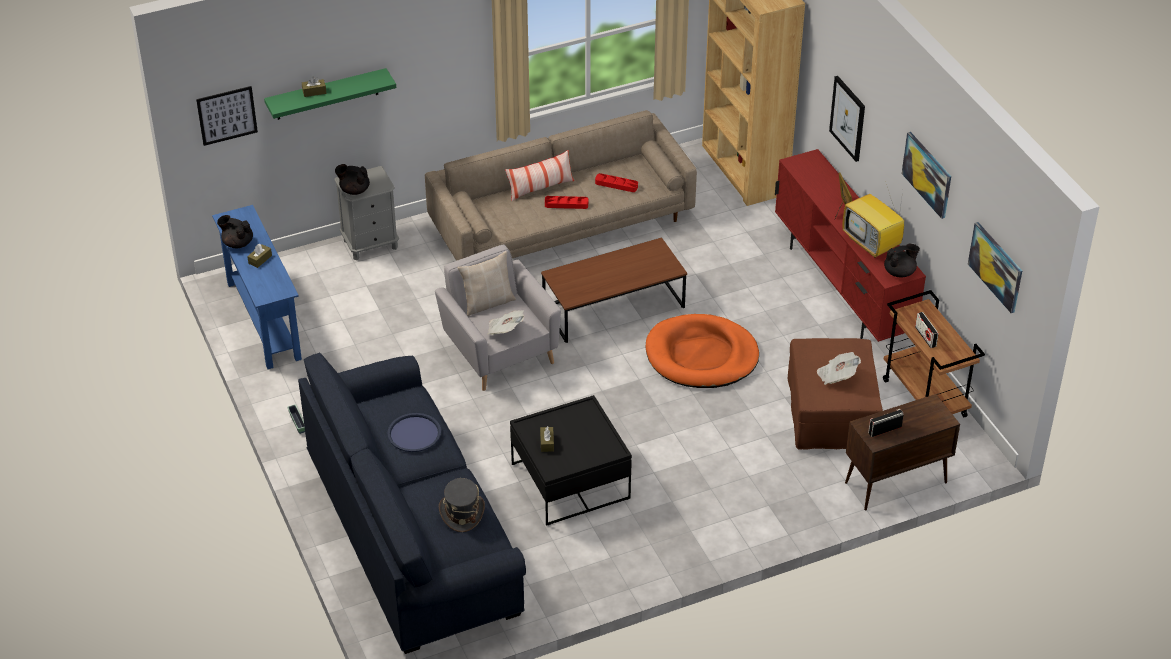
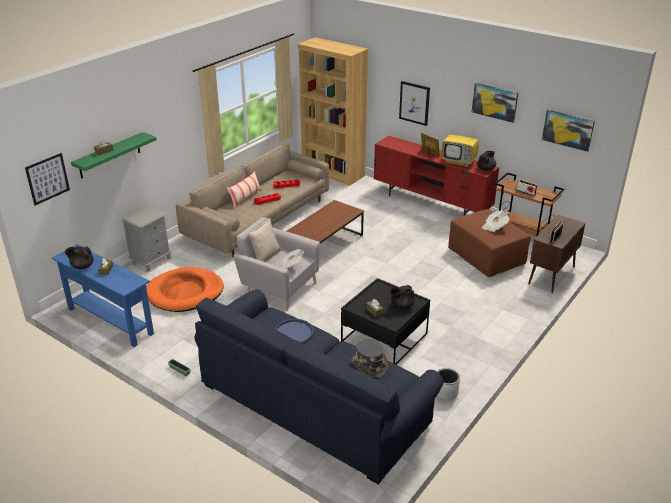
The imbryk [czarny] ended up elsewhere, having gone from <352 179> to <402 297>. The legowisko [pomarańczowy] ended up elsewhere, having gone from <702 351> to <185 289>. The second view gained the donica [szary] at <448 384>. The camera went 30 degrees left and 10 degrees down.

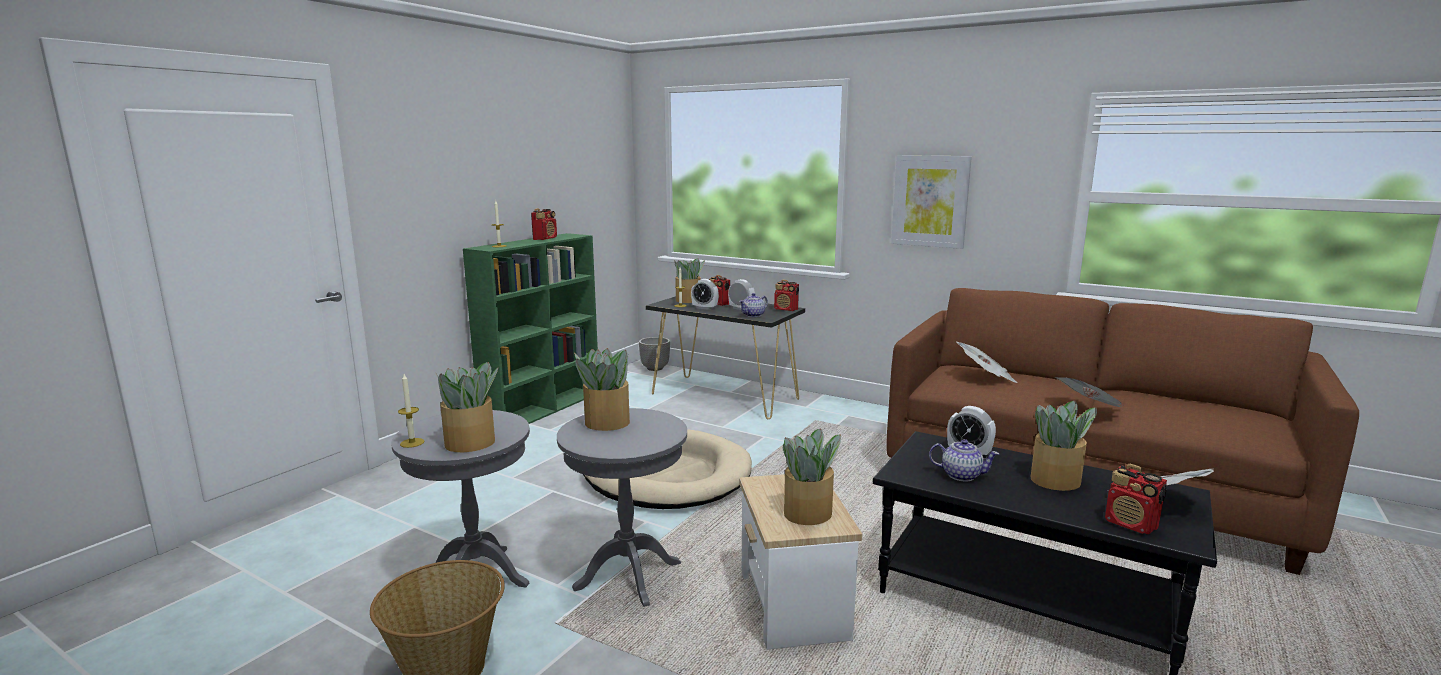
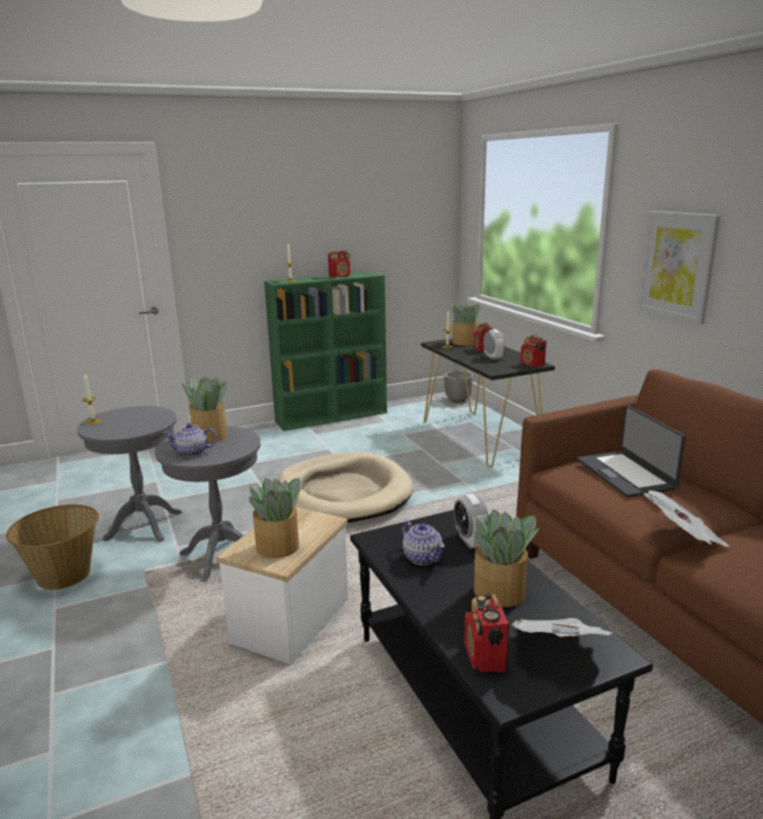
The second view lost the roślina doniczkowa at <466 407>. The second view lost the budzik at <705 294>. The imbryk ended up elsewhere, having gone from <753 305> to <190 440>. Where the gazeta stood at <986 362>, the laptop came to stand at <631 451>. The camera went 35 degrees right and 5 degrees up.

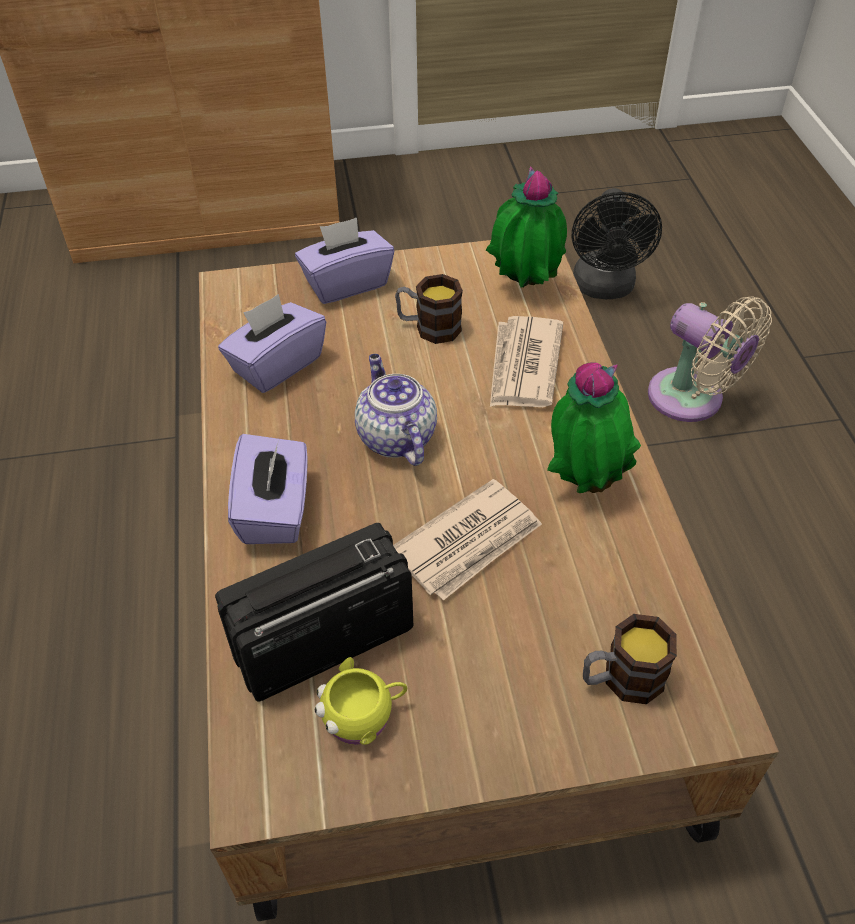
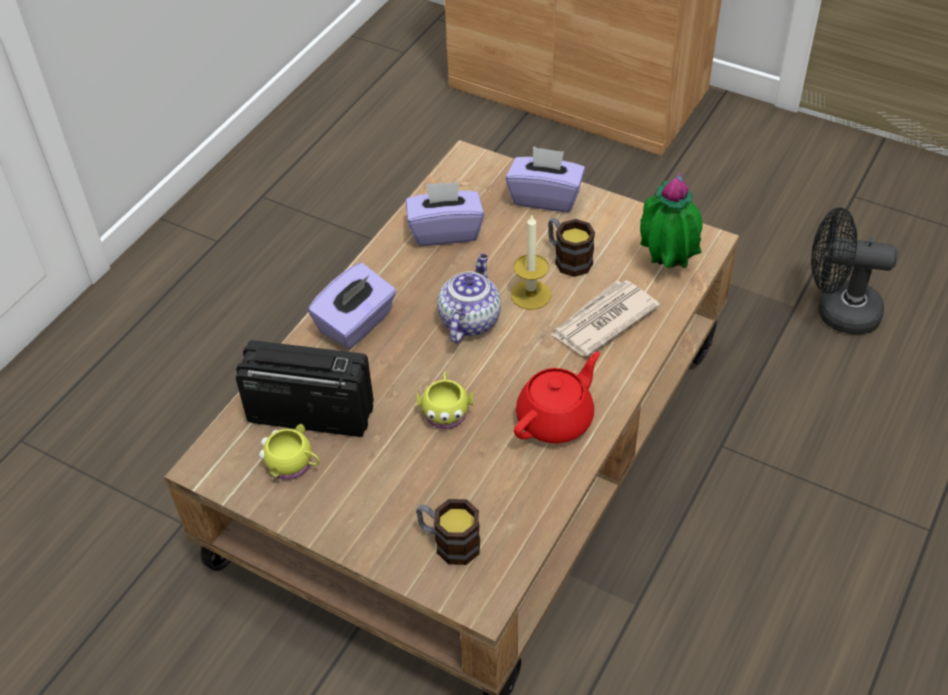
Where the gazeta stood at <467 540>, the kubek [żółty] came to stand at <445 400>. Where the roślina doniczkowa stood at <594 427>, the imbryk [czerwony] came to stand at <557 397>. The wentylator [czarny] at <617 243> ended up facing another way, 60 degrees clockwise from before. The second view lost the wentylator [beżowy] at <710 359>. The second view gained the świeca at <531 262>. The camera went 40 degrees right and 0 degrees up.

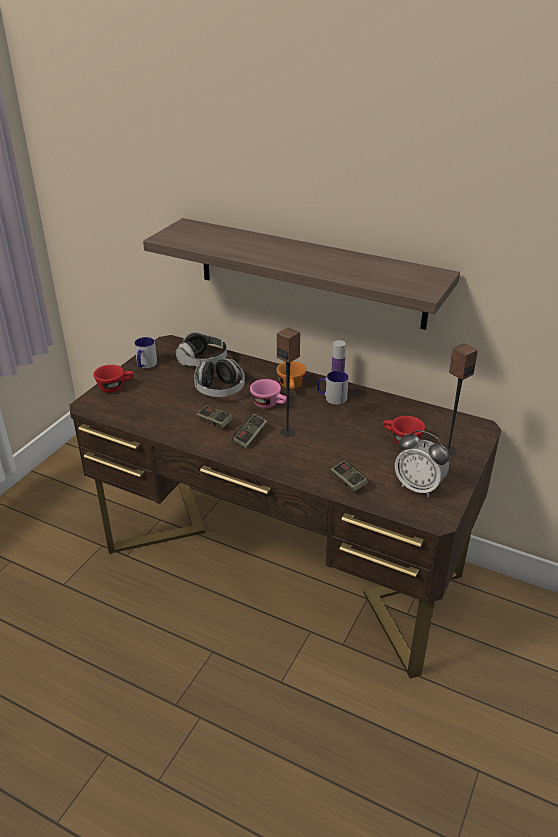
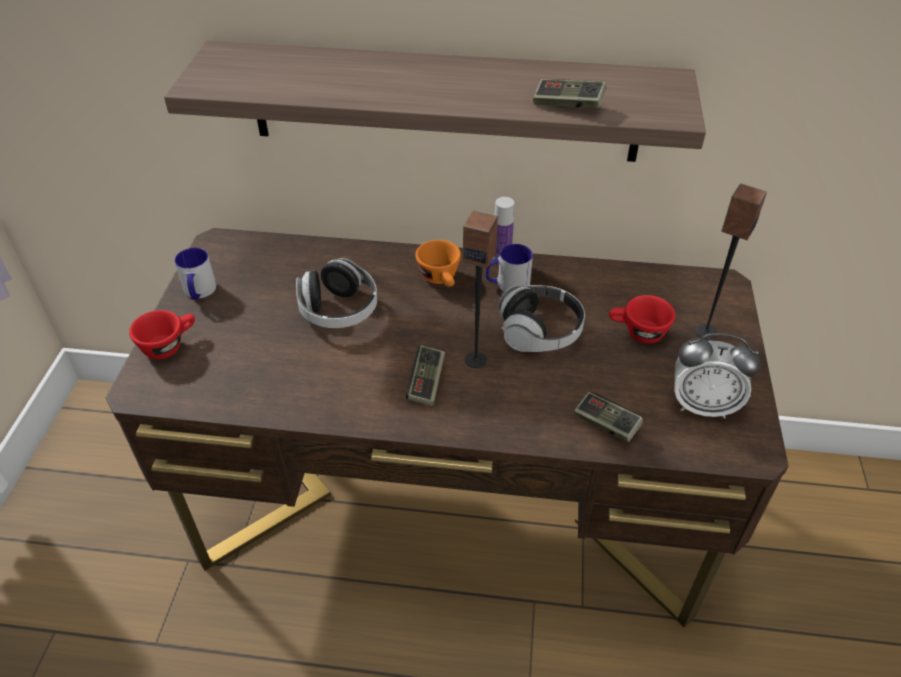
The słuchawki ended up elsewhere, having gone from <201 349> to <541 318>. The pad do gier ended up elsewhere, having gone from <215 416> to <569 93>. The second view lost the filiżanka [różowy] at <268 393>. The camera went 20 degrees left and 10 degrees up.

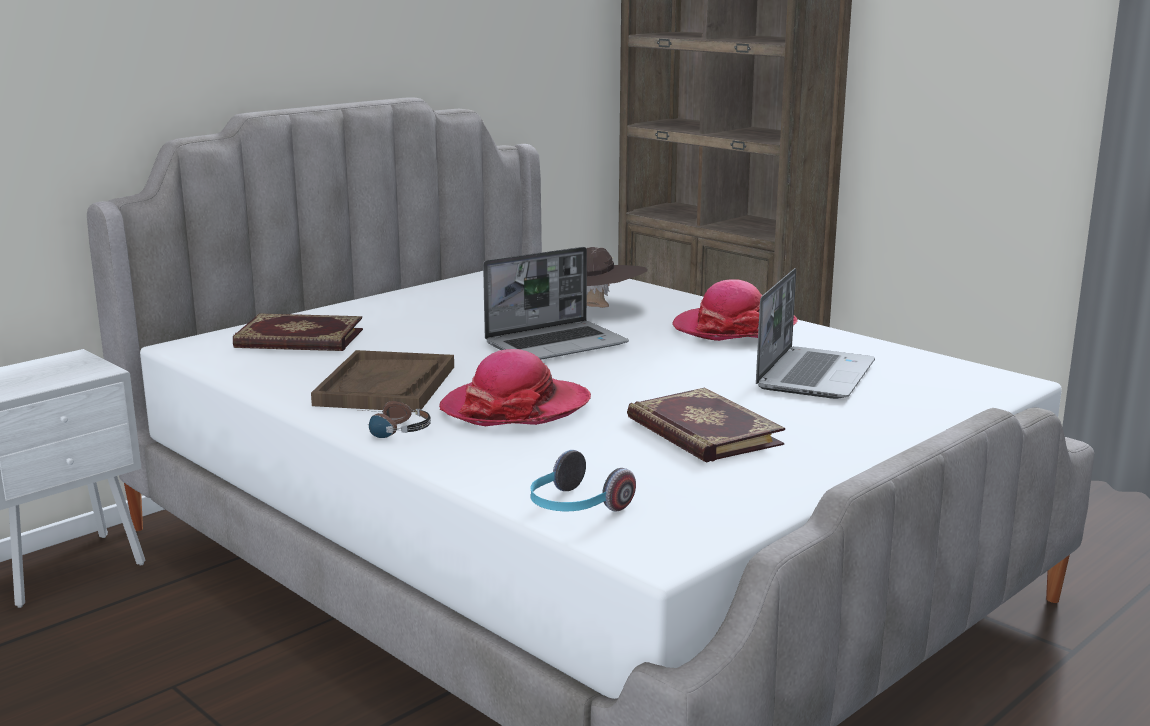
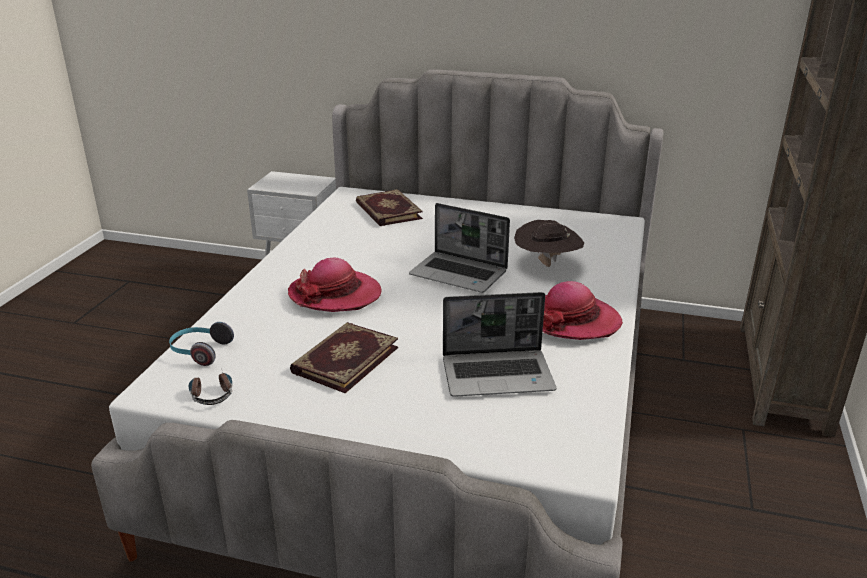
The second view lost the taca [brązowy] at <382 381>. The słuchawki ended up elsewhere, having gone from <398 419> to <210 388>. The camera went 60 degrees right and 10 degrees up.

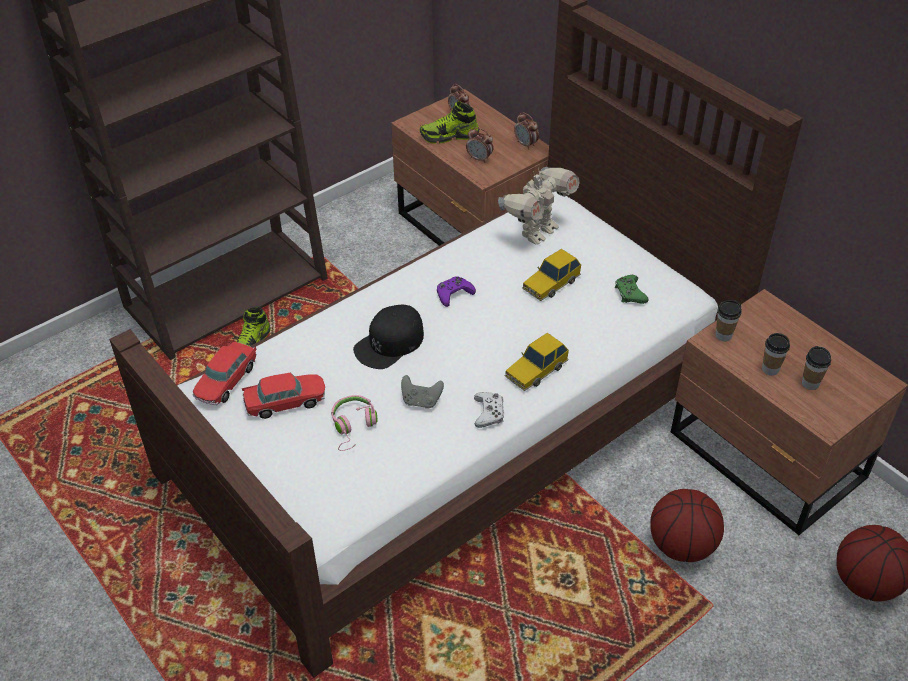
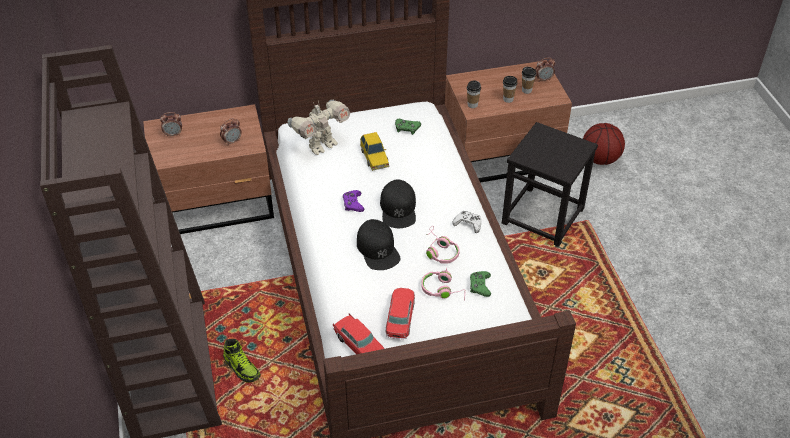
Where the pad do gier [szary] stood at <422 392>, the słuchawki [różowy] came to stand at <443 245>. The second view lost the but at <449 122>. The robot zabawkowy at <539 205> ended up facing another way, 75 degrees clockwise from before. The second view lost the samochodzik at <537 362>. The budzik ended up elsewhere, having gone from <526 131> to <545 69>. Where the piłka do koszykówki stood at <687 525>, the stołek [czarny] came to stand at <550 184>. The second view gained the czapka z daszkiem [czarny] at <398 203>. The second view gained the pad do gier [zielony] at <480 284>. The camera went 65 degrees left and 0 degrees up.

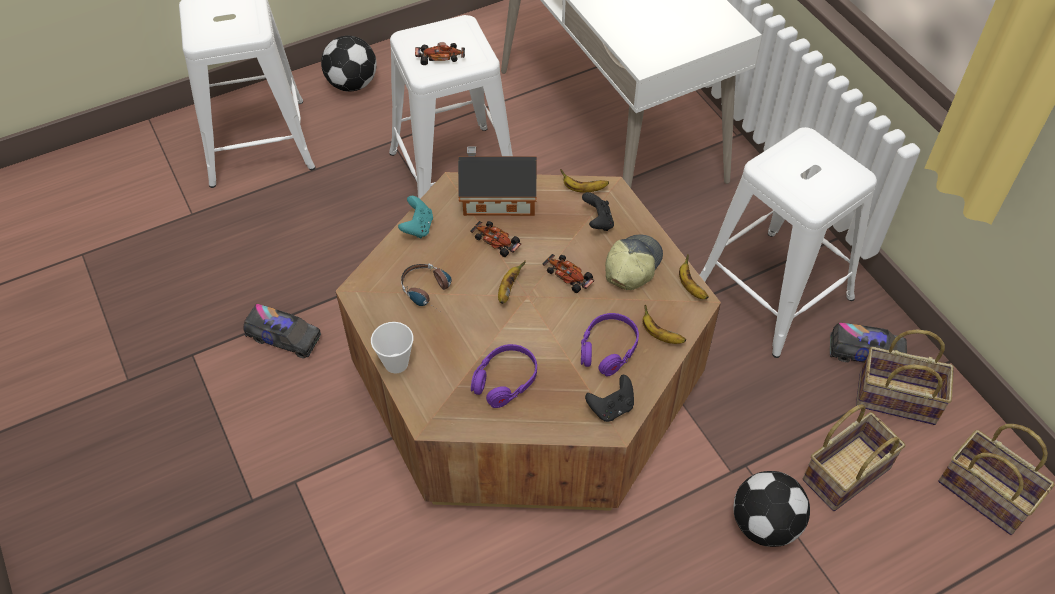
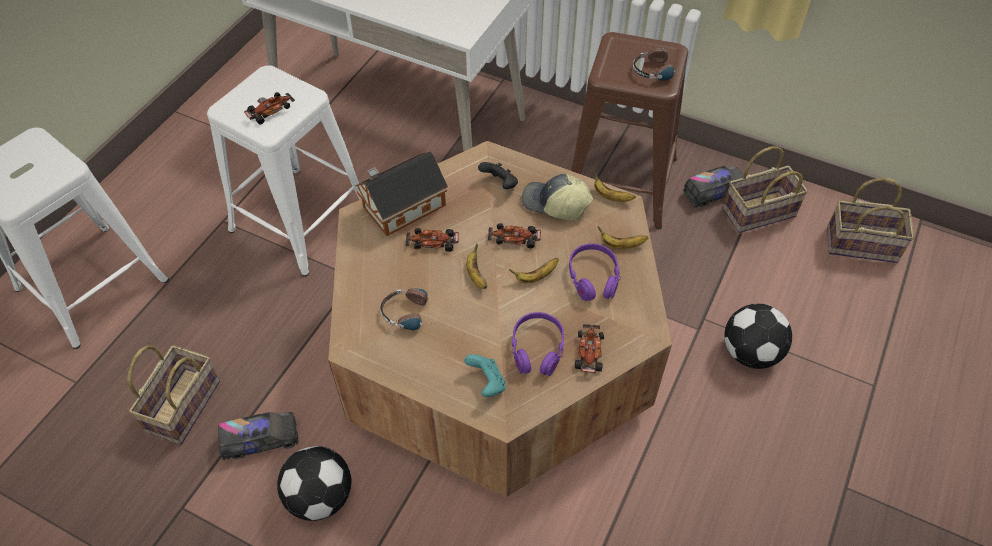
The piłka futbolowa ended up elsewhere, having gone from <349 63> to <314 483>. The second view lost the filiżanka at <392 347>. The pad do gier [turkusowy] ended up elsewhere, having gone from <415 217> to <485 375>. The banan ended up elsewhere, having gone from <584 181> to <534 271>. The second view lost the pad do gier [czarny] at <609 398>. The czapka z daszkiem at <634 262> ended up facing another way, 60 degrees counterclockwise from before. What was the stołek [biały] at <788 242> turned into the stołek [brązowy] at <629 130>. The koszyk ended up elsewhere, having gone from <854 457> to <173 395>. The second view gained the samochodzik at <589 348>. The second view gained the słuchawki at <660 64>. The camera went 35 degrees left and 0 degrees up.

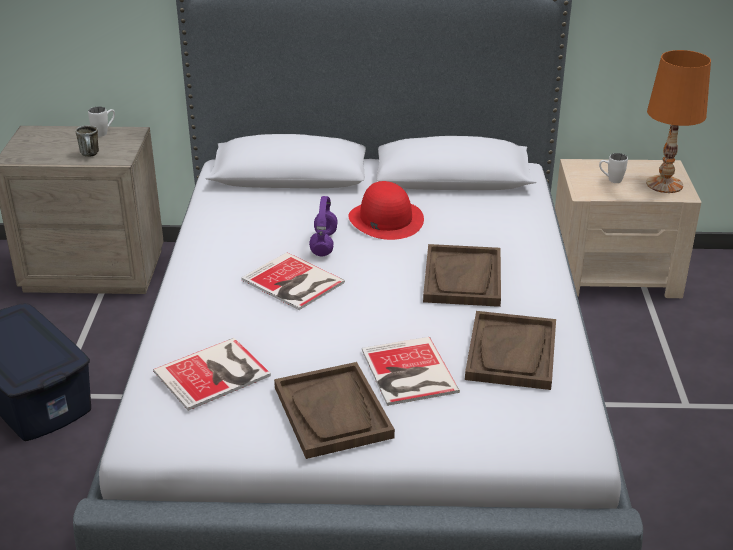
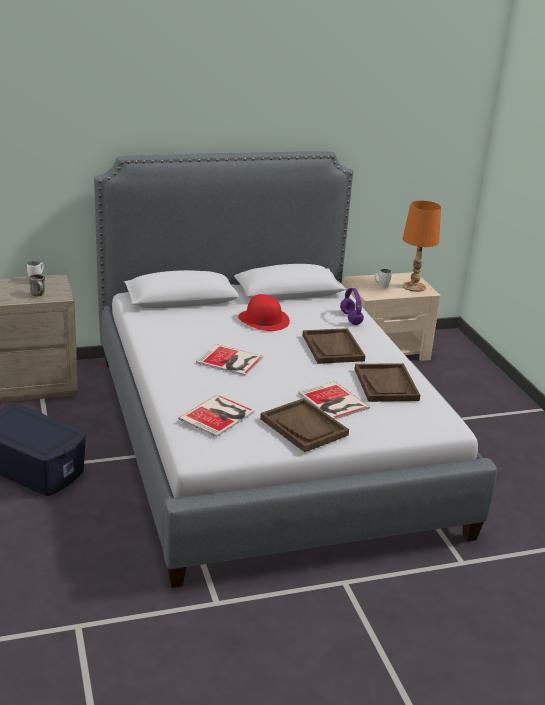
The słuchawki [fioletowy] ended up elsewhere, having gone from <323 226> to <352 306>. The camera went 20 degrees left and 5 degrees down.

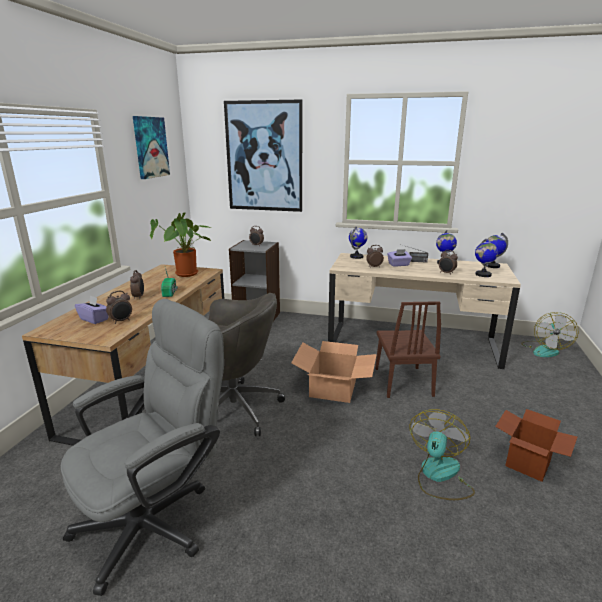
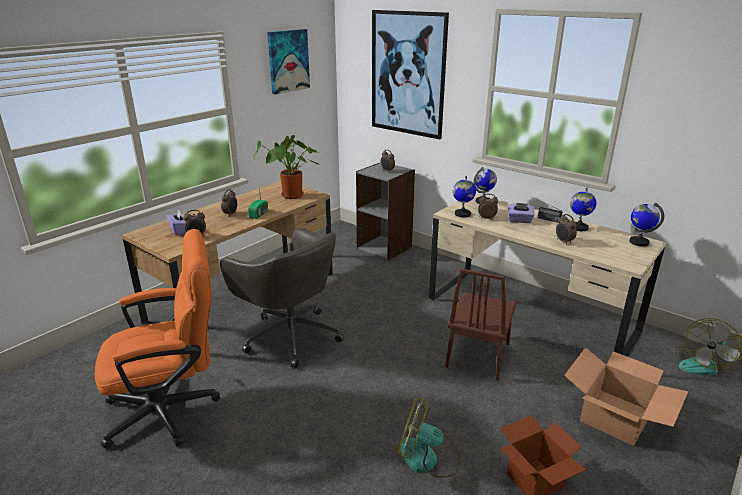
What was the krzesło biurowe [szary] at <142 447> turned into the krzesło biurowe [pomarańczowy] at <157 339>. The karton ended up elsewhere, having gone from <334 372> to <626 396>. The wentylator at <442 454> ended up facing another way, 120 degrees counterclockwise from before. The globus ended up elsewhere, having gone from <486 258> to <464 196>. The camera went 25 degrees right and 5 degrees up.

